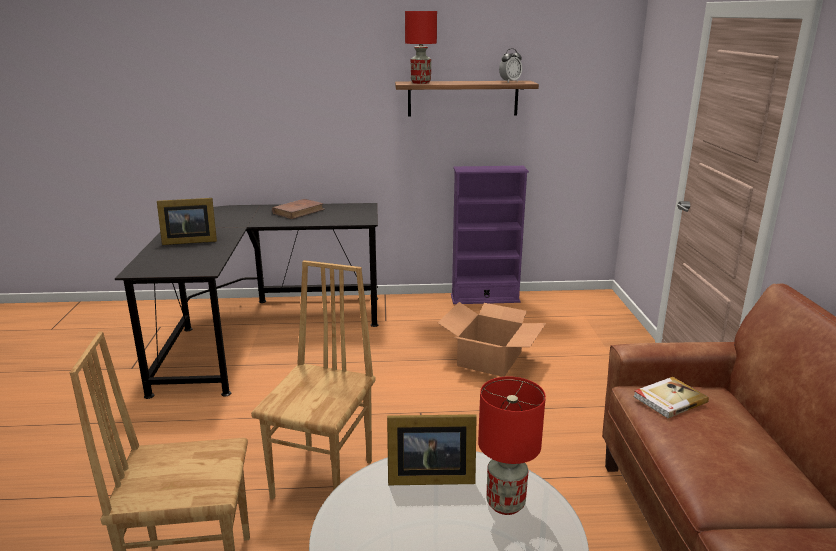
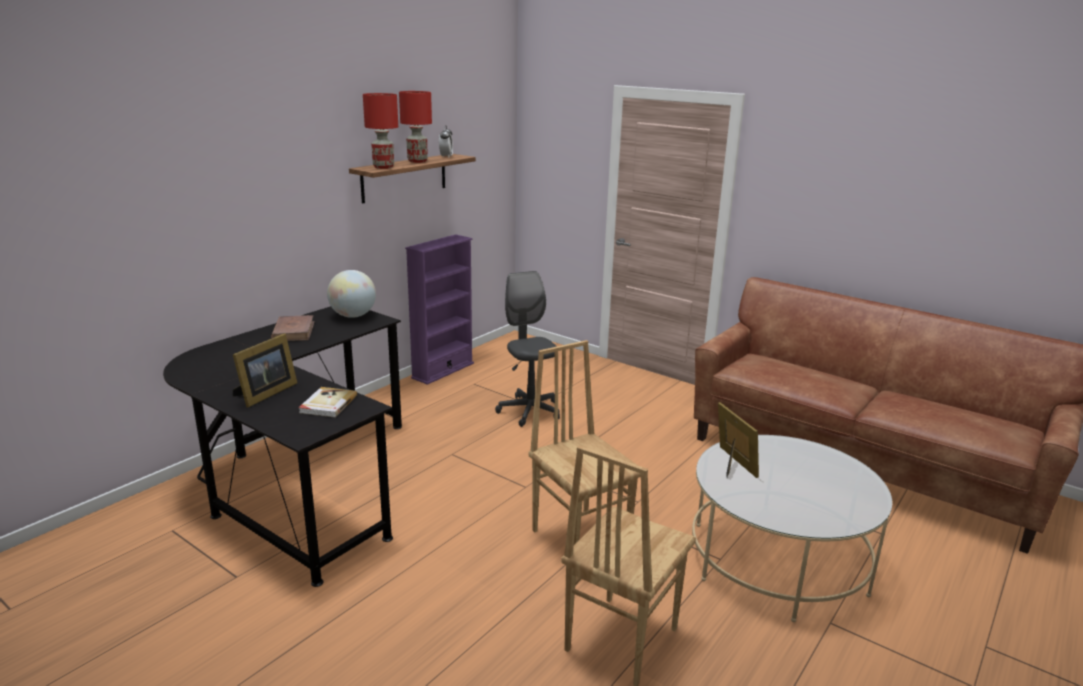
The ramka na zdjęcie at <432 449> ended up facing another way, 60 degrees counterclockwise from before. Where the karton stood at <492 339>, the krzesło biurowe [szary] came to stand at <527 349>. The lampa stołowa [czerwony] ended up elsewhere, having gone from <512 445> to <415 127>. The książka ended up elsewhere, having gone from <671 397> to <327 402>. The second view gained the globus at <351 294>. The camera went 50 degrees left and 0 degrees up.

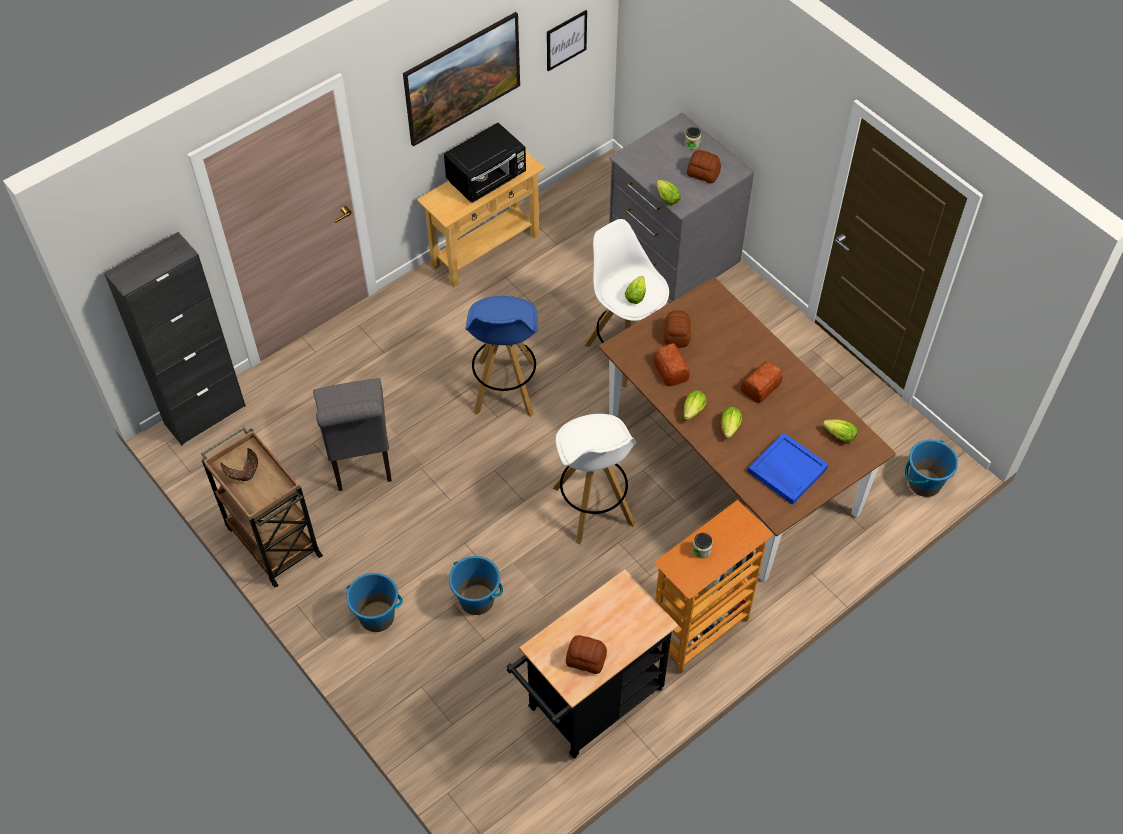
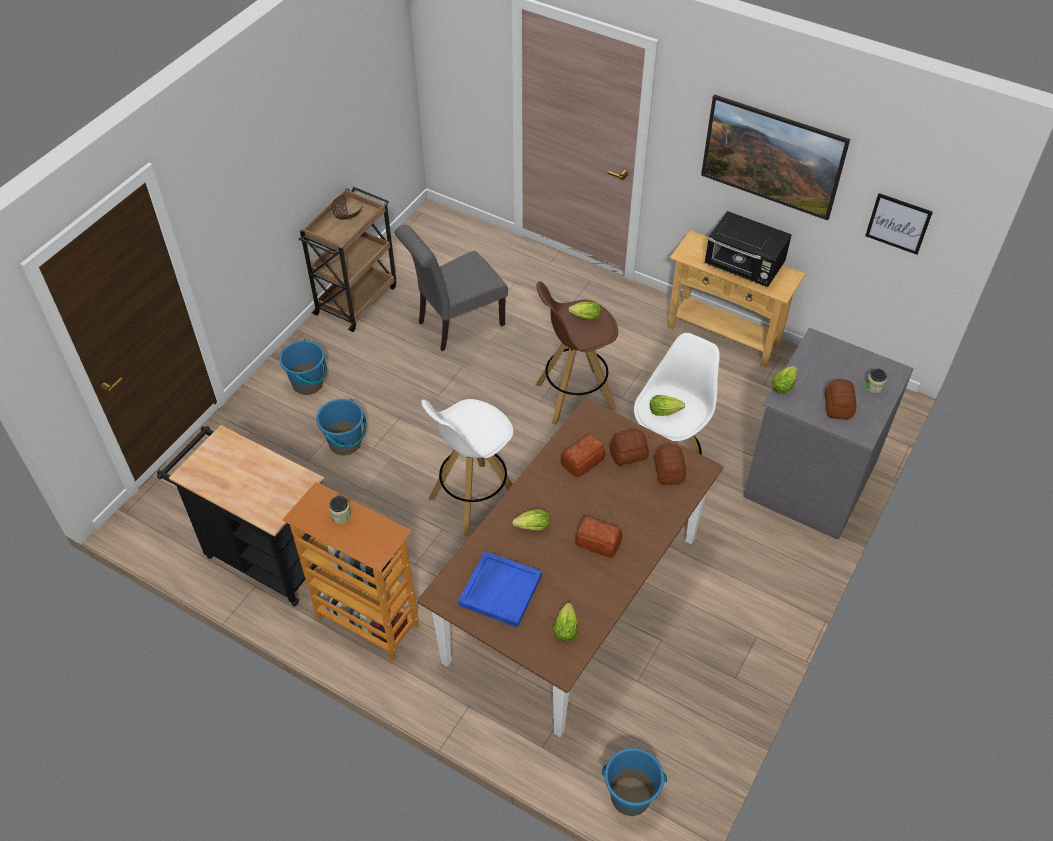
The second view lost the szafka [czarny] at <175 338>. What was the stołek [niebieski] at <501 356> turned into the stołek [brązowy] at <577 353>. The chleb ended up elsewhere, having gone from <586 654> to <670 464>. The sałata ended up elsewhere, having gone from <695 405> to <584 311>. The camera went 70 degrees right and 5 degrees down.

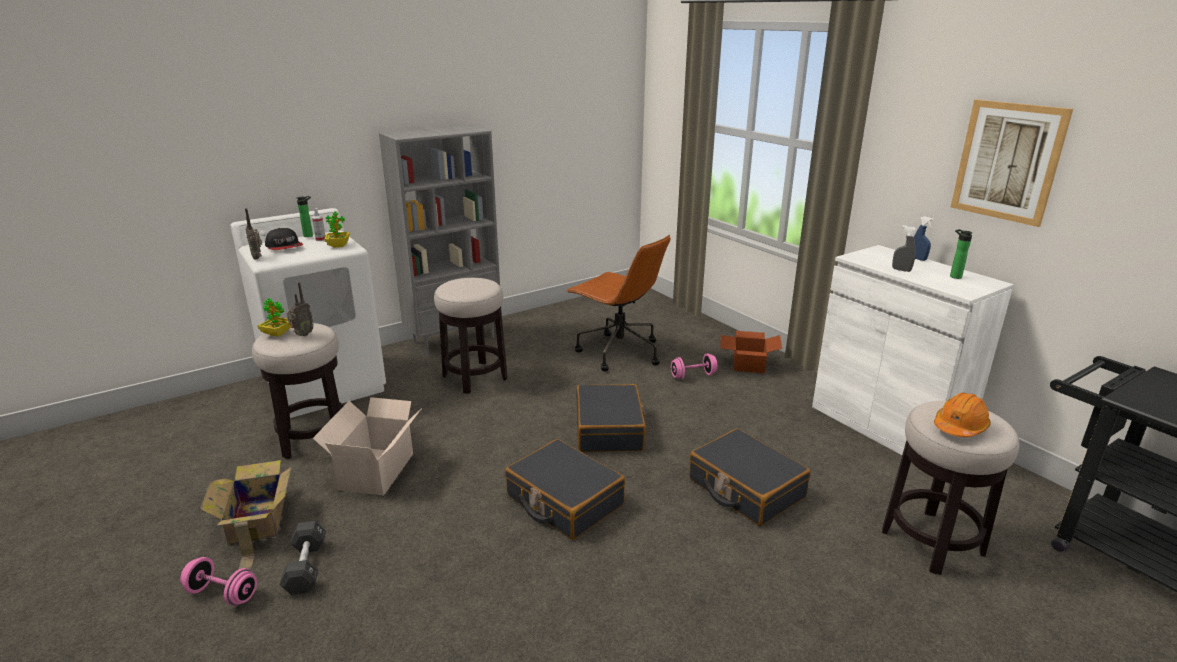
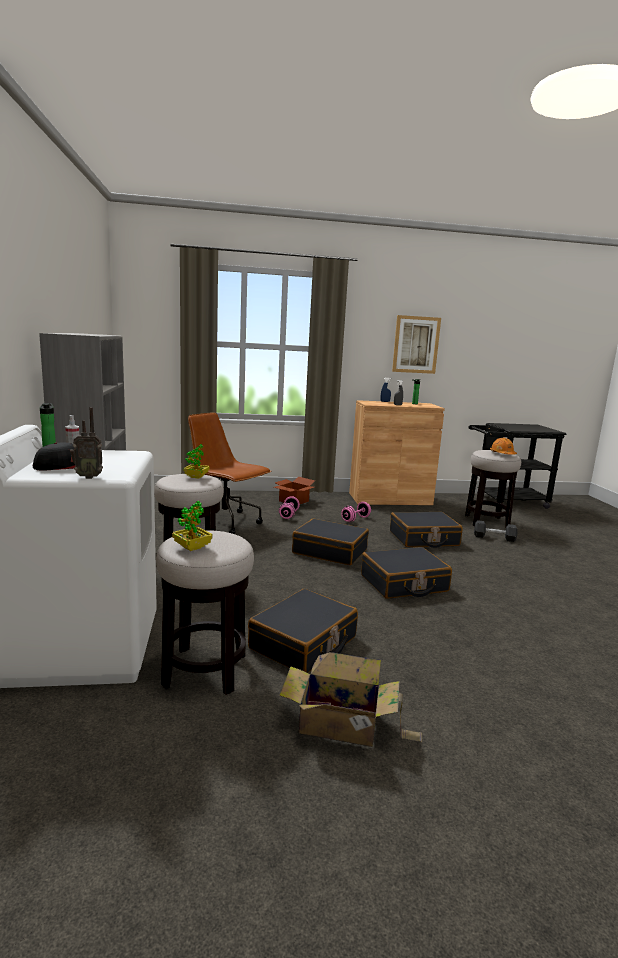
The hantel [różowy] ended up elsewhere, having gone from <218 581> to <356 512>. The hantel [czarny] ended up elsewhere, having gone from <302 558> to <496 531>. The second view lost the radio at <300 309>. Where the karton stood at <367 446>, the walizka [czarny] came to stand at <303 631>. The roślina doniczkowa ended up elsewhere, having gone from <337 229> to <196 461>. The krzesło biurowe [brązowy] at <618 303> ended up facing another way, 120 degrees counterclockwise from before. What was the szafka [biały] at <913 350> turned into the szafka [brązowy] at <397 452>. The camera went 65 degrees left and 10 degrees down.

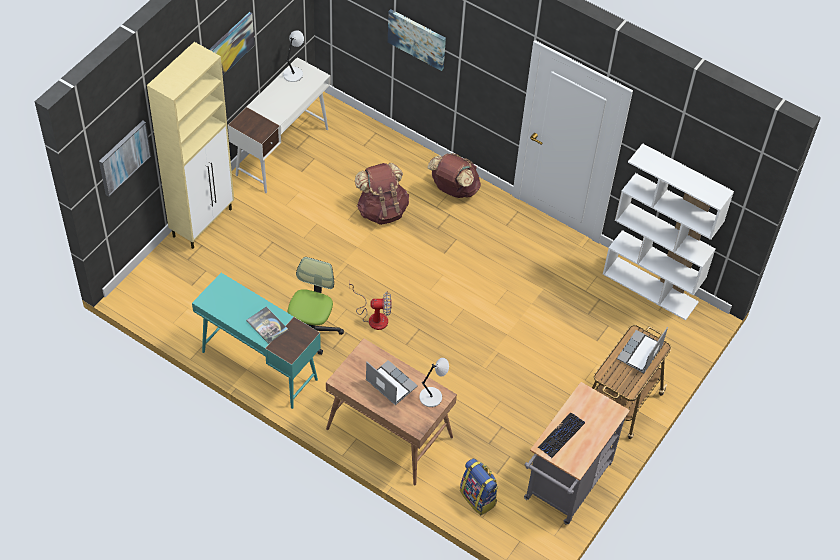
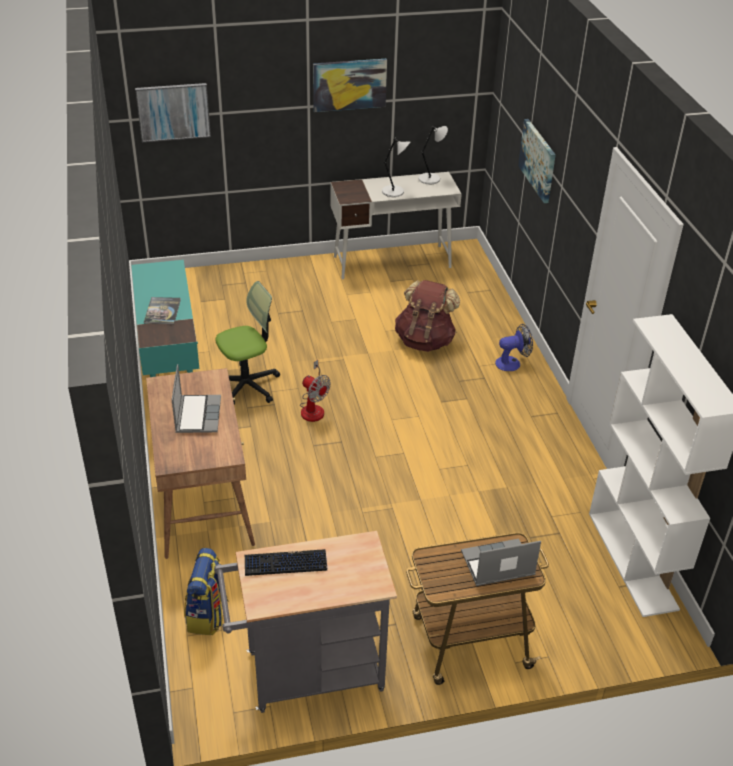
The second view lost the szafka [beżowy] at <190 145>. The lampa stołowa [szary] ended up elsewhere, having gone from <434 382> to <396 167>. Where the plecak [brązowy] stood at <454 175>, the wentylator came to stand at <514 347>. The camera went 45 degrees right and 15 degrees down.

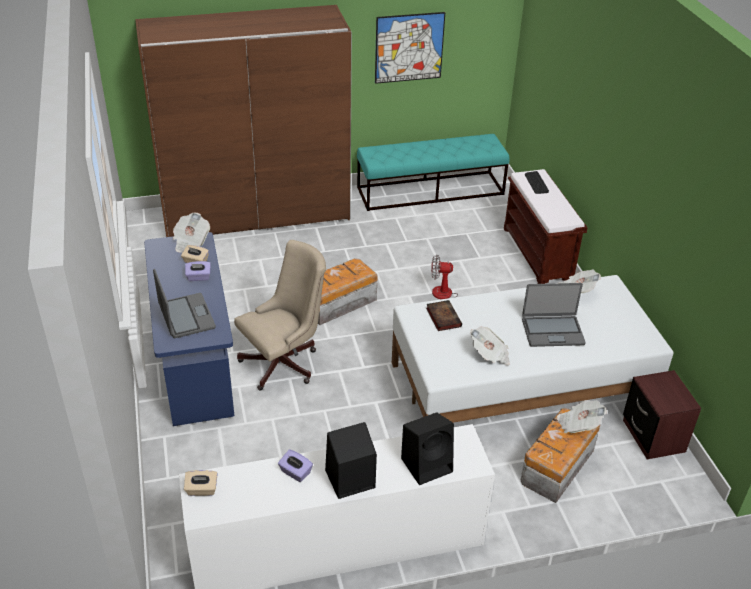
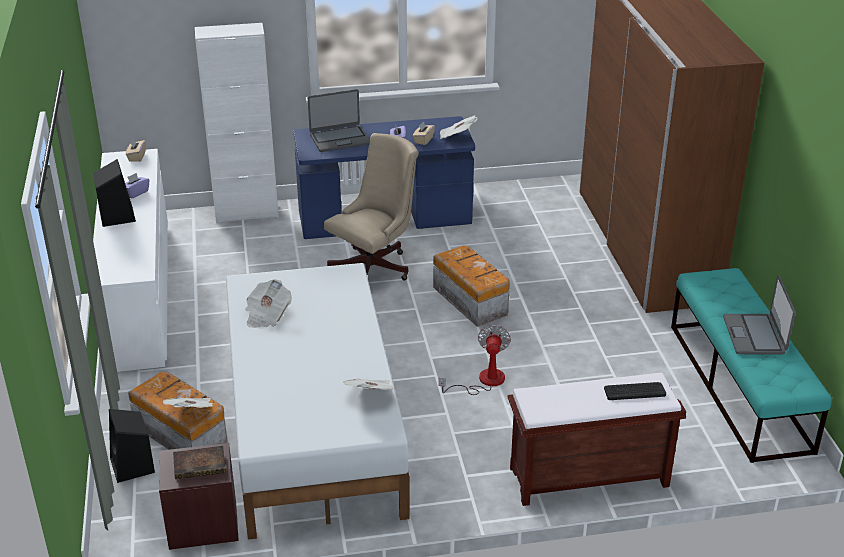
The krzesło biurowe [beżowy] at <280 315> ended up facing another way, 105 degrees counterclockwise from before. The second view lost the obraz at <410 48>. The głośnik [czarny] ended up elsewhere, having gone from <427 448> to <132 446>. The książka ended up elsewhere, having gone from <444 315> to <199 462>. The laptop ended up elsewhere, having gone from <554 315> to <759 314>. The second view gained the szafka [biały] at <237 123>. The camera went 95 degrees right and 5 degrees down.

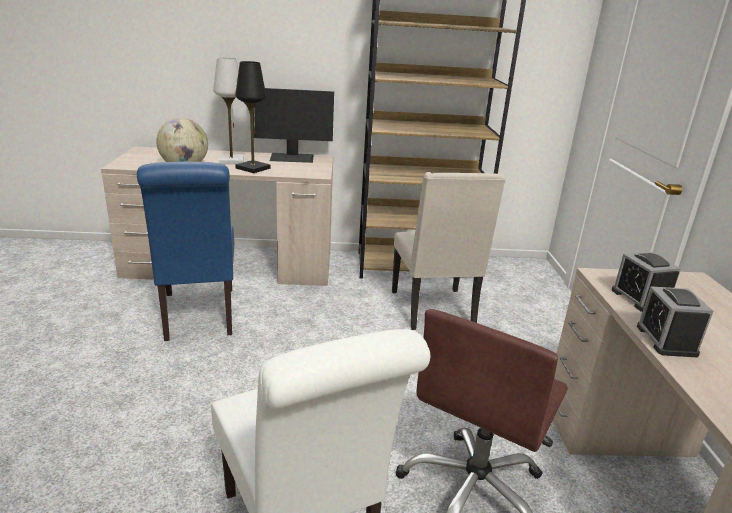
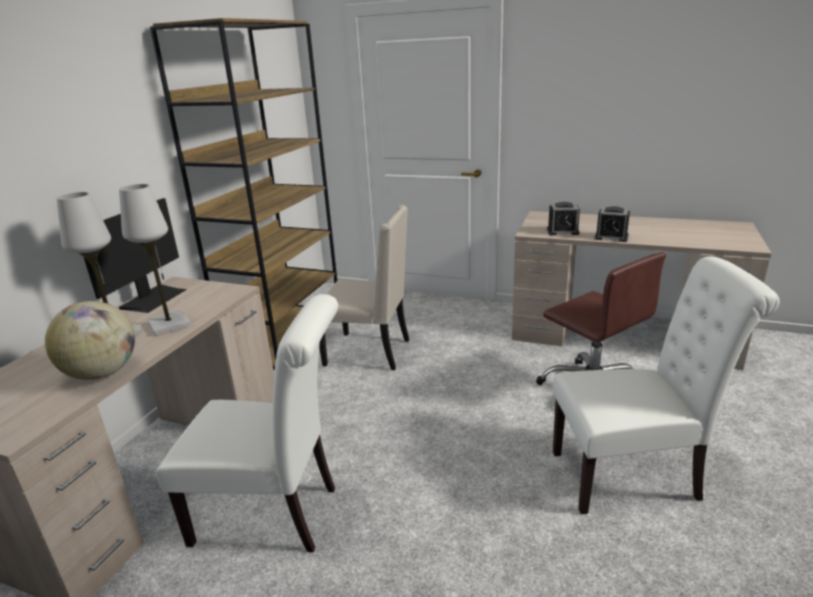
What was the krzesło [niebieski] at <185 251> turned into the krzesło [biały] at <247 423>. What was the lampa stołowa [czarny] at <252 117> turned into the lampa stołowa [biały] at <155 260>. The camera went 65 degrees left and 0 degrees up.

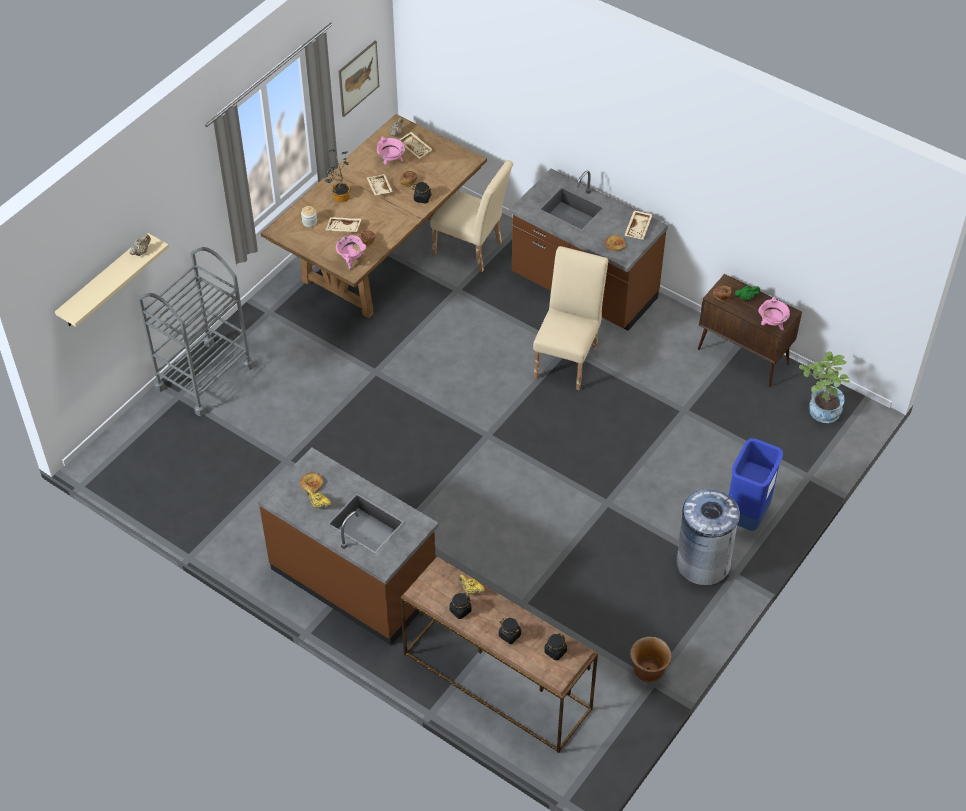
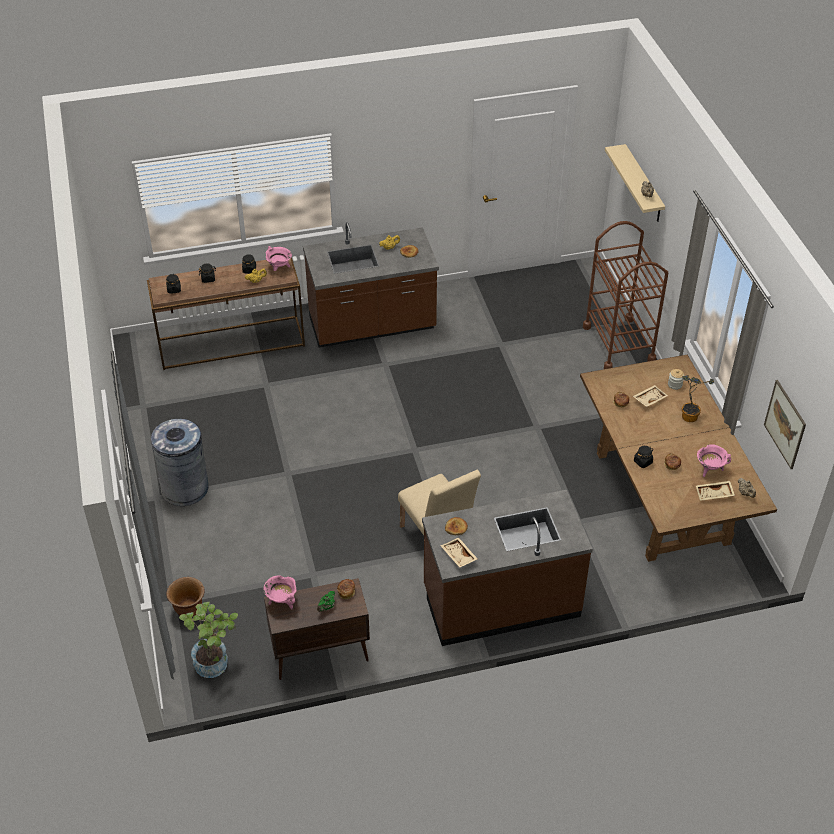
What was the wózek [szary] at <196 331> turned into the wózek [brązowy] at <625 295>. The garnek [różowy] ended up elsewhere, having gone from <351 252> to <279 258>. The second view lost the taca [beżowy] at <379 185>. The second view lost the krzesło [beżowy] at <472 216>. The donica [brązowy] ended up elsewhere, having gone from <651 659> to <185 597>. The second view lost the kosz na śmieci [niebieski] at <756 484>. The camera went 130 degrees right and 5 degrees down.

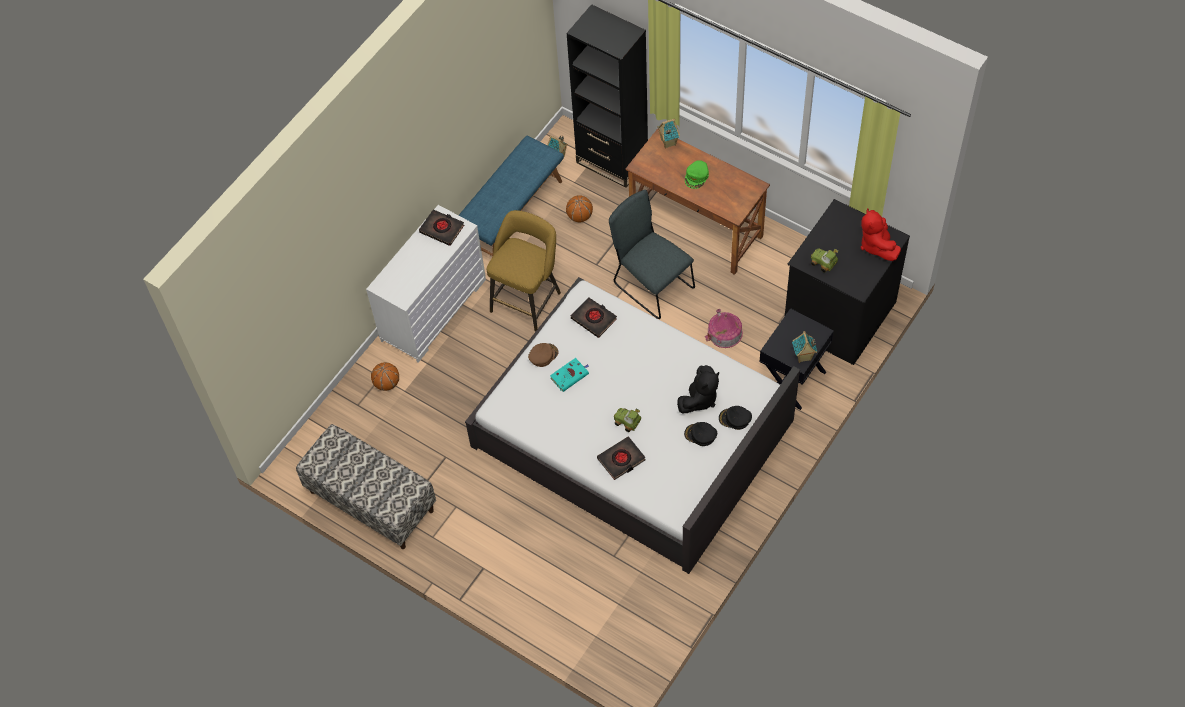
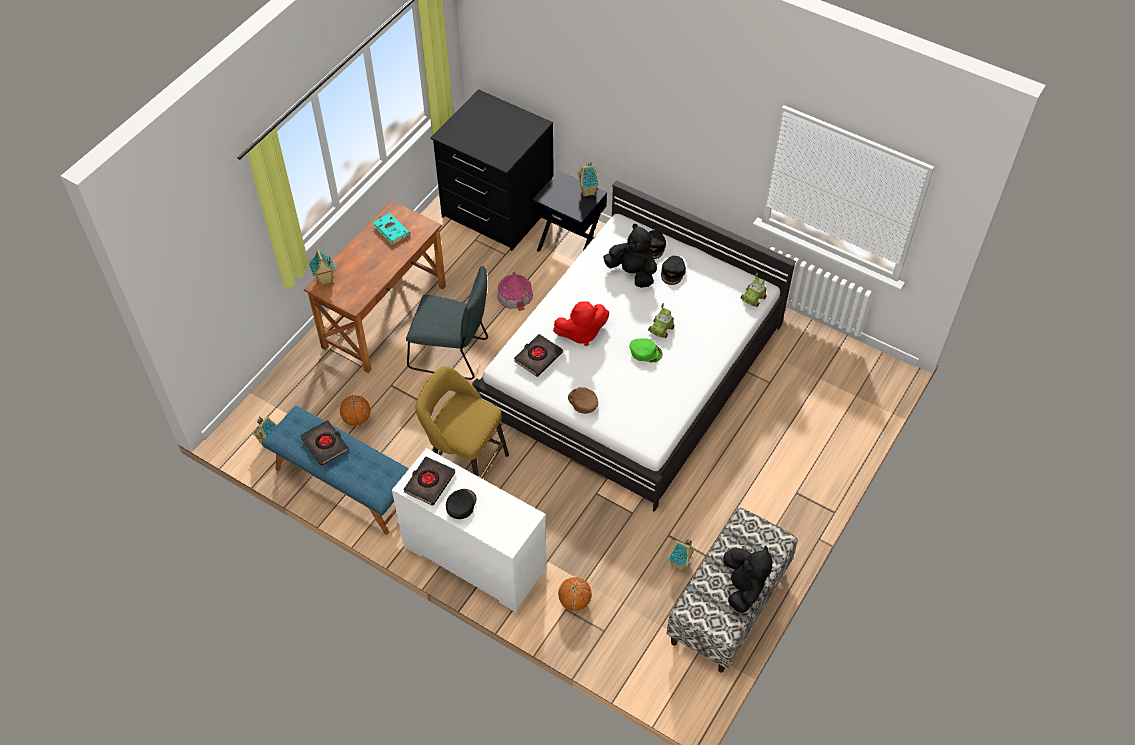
The książka [turkusowy] ended up elsewhere, having gone from <569 375> to <391 229>. The second view lost the regał [czarny] at <607 96>. The książka [czarny] ended up elsewhere, having gone from <621 458> to <325 443>. The krzesło [szary] at <652 254> ended up facing another way, 120 degrees counterclockwise from before. The czapka z daszkiem [zielony] ended up elsewhere, having gone from <697 174> to <646 350>. The samochodzik ended up elsewhere, having gone from <824 260> to <754 289>. The pluszak [czerwony] ended up elsewhere, having gone from <881 234> to <581 323>. The second view gained the czapka z daszkiem [czarny] at <461 504>. The second view gained the domek at <682 555>. The second view gained the pluszak [czarny] at <747 579>. The camera went 95 degrees left and 5 degrees down.

